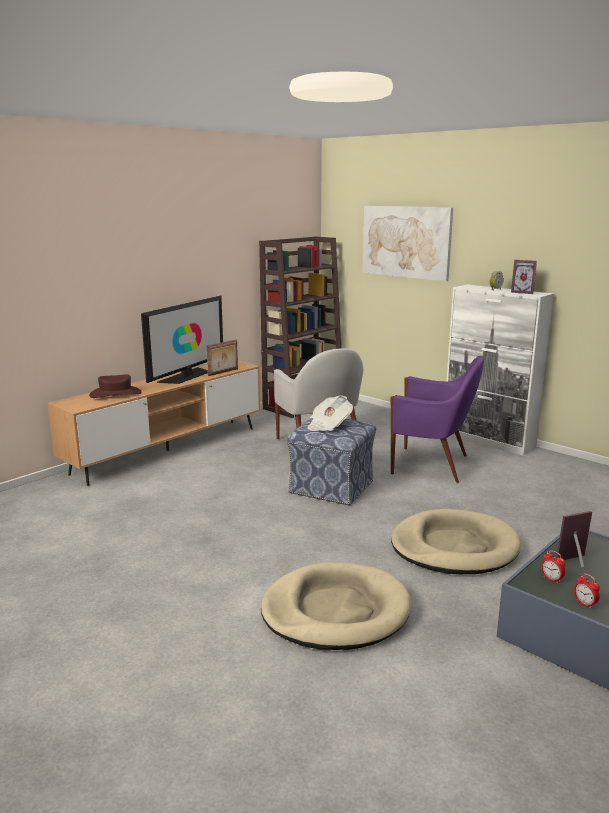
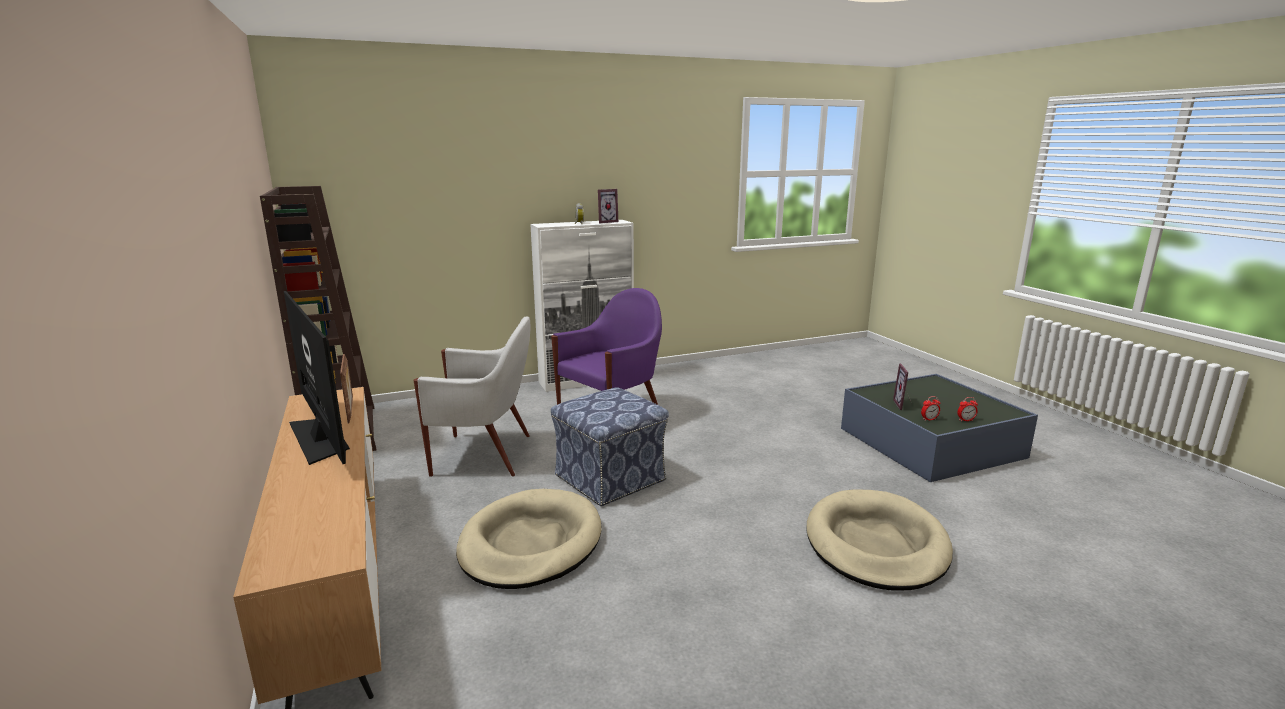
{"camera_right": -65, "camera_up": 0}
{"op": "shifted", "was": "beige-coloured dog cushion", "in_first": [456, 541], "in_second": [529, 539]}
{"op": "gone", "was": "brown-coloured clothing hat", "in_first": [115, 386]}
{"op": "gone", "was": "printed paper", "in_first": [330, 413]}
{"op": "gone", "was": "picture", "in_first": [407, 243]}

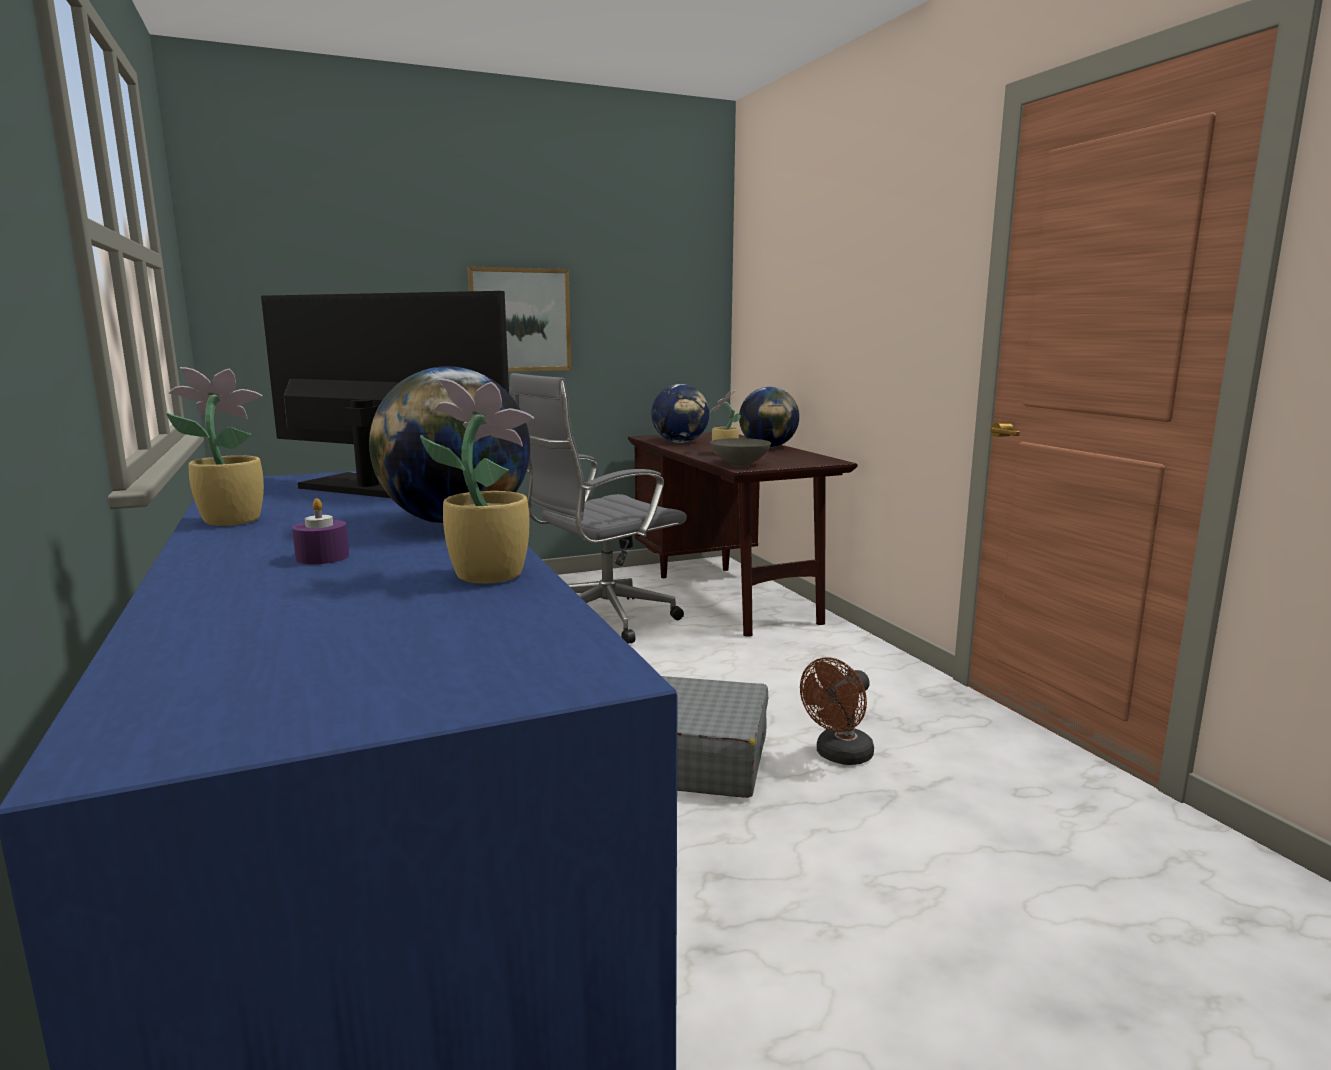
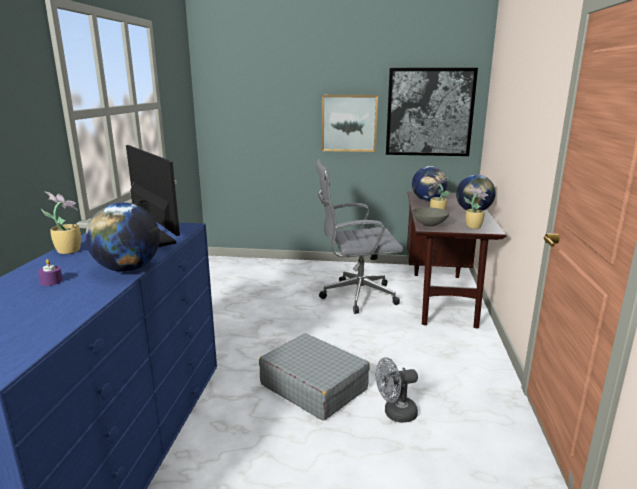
{"camera_right": 30, "camera_up": 5}
{"op": "repainted", "was": "brown-coloured cooling fan", "now": "greyish cooling fan", "in_first": [837, 711], "in_second": [397, 390]}
{"op": "new", "now": "picture", "in_second": [432, 112]}
{"op": "shifted", "was": "plant in a pot", "in_first": [477, 481], "in_second": [476, 207]}

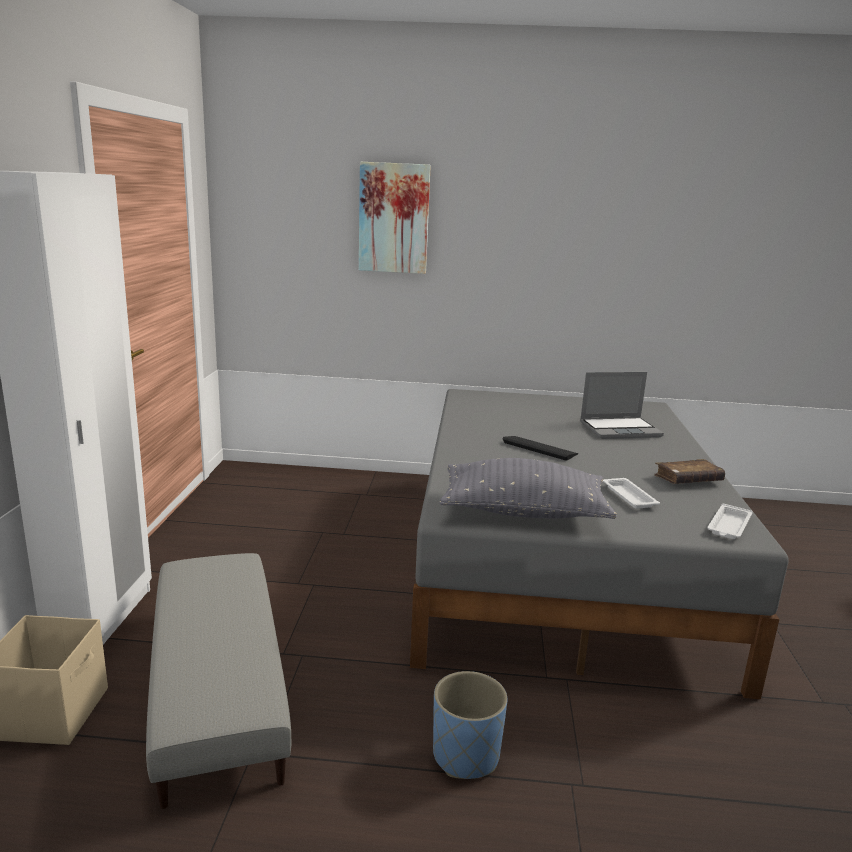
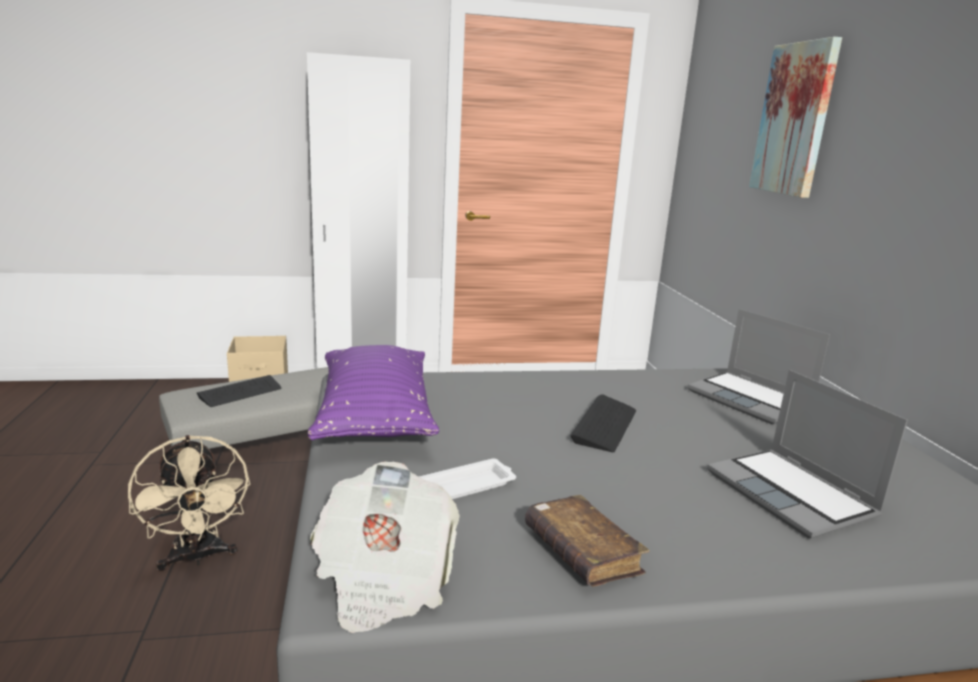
{"camera_right": 75, "camera_up": 0}
{"op": "swapped", "was": "blue-coloured planter", "now": "beige-coloured cooling fan", "in_first": [470, 725], "in_second": [189, 503]}
{"op": "new", "now": "keyboard", "in_second": [239, 391]}
{"op": "repainted", "was": "greyish pillow", "now": "purplish pillow", "in_first": [528, 488], "in_second": [373, 392]}
{"op": "swapped", "was": "white-coloured carrying tray", "now": "printed paper", "in_first": [730, 521], "in_second": [385, 547]}
{"op": "new", "now": "laptop", "in_second": [759, 366]}

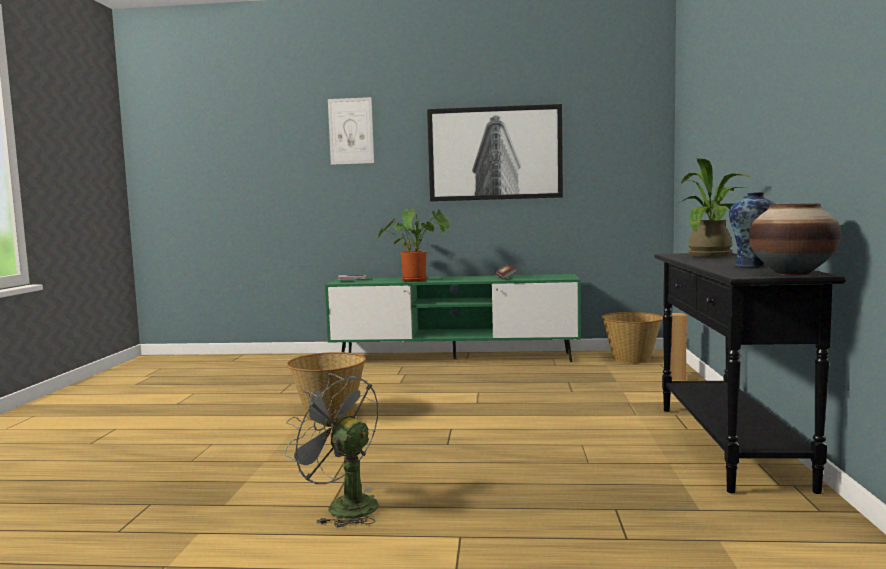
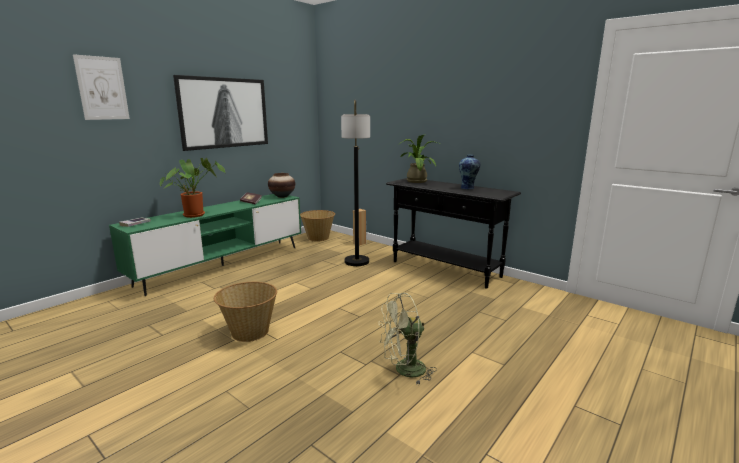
{"camera_right": -55, "camera_up": 10}
{"op": "shifted", "was": "decorative vase", "in_first": [795, 239], "in_second": [281, 185]}
{"op": "new", "now": "standard lamp", "in_second": [355, 183]}
{"op": "repainted", "was": "greyish cooling fan", "now": "greenish cooling fan", "in_first": [331, 450], "in_second": [408, 339]}

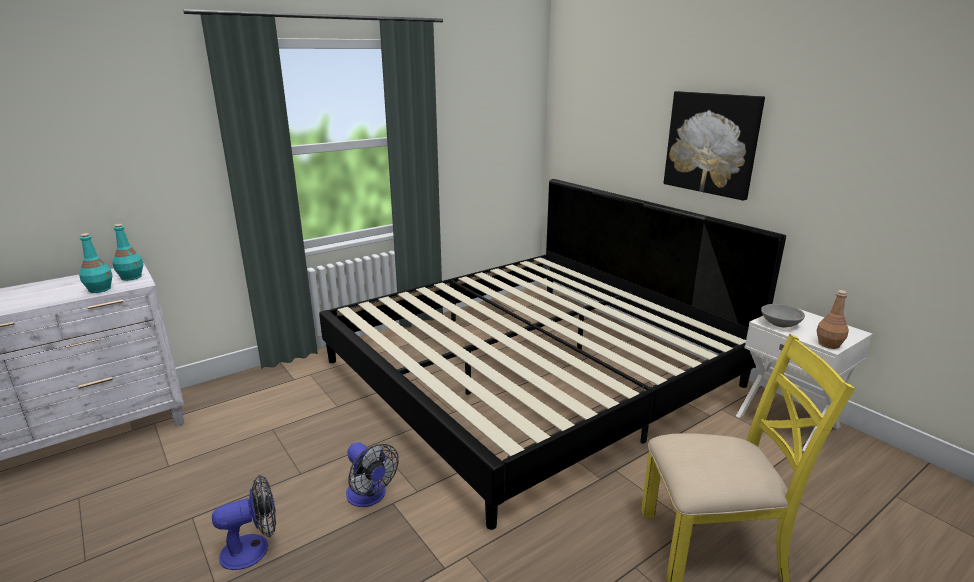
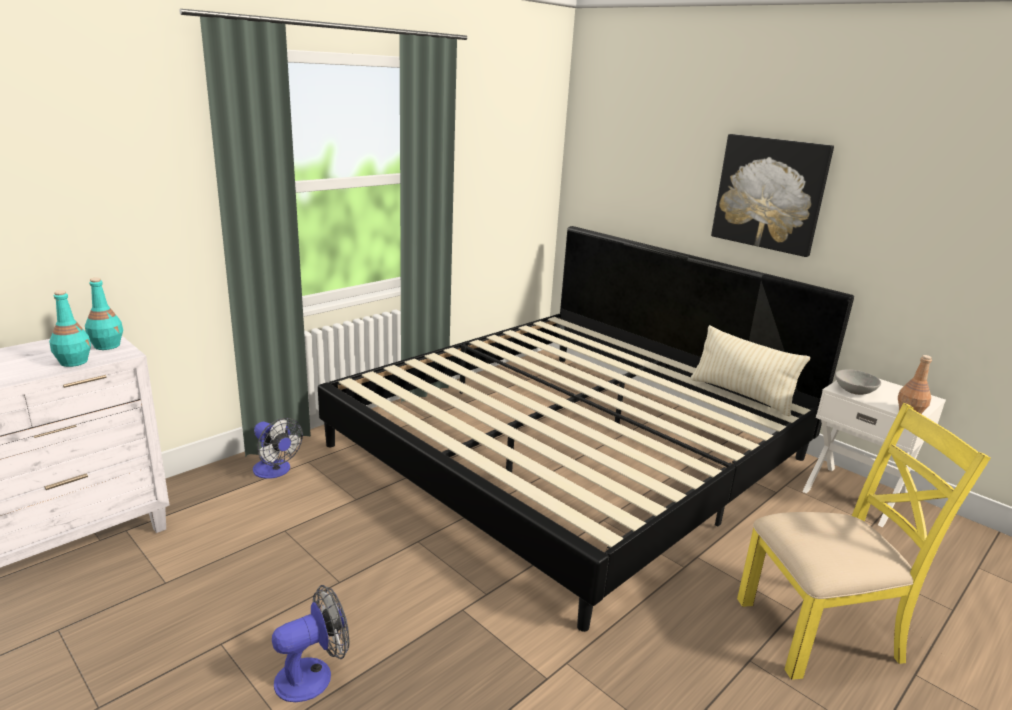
{"camera_right": -10, "camera_up": 0}
{"op": "shifted", "was": "cooling fan", "in_first": [372, 474], "in_second": [278, 448]}
{"op": "new", "now": "beige-coloured pillow", "in_second": [750, 370]}

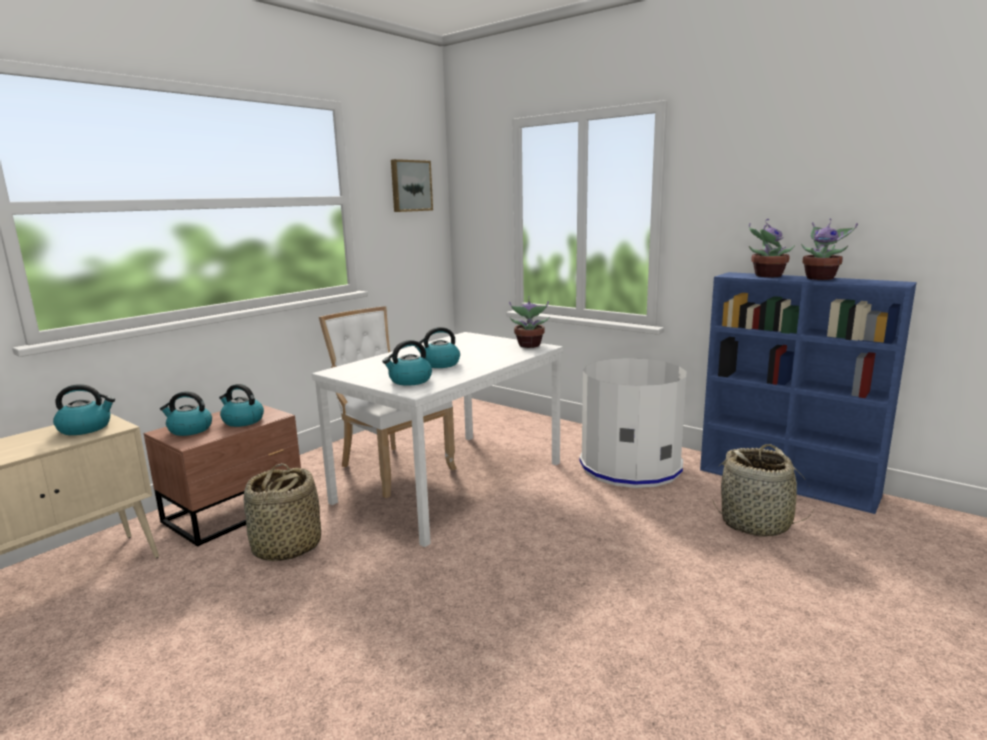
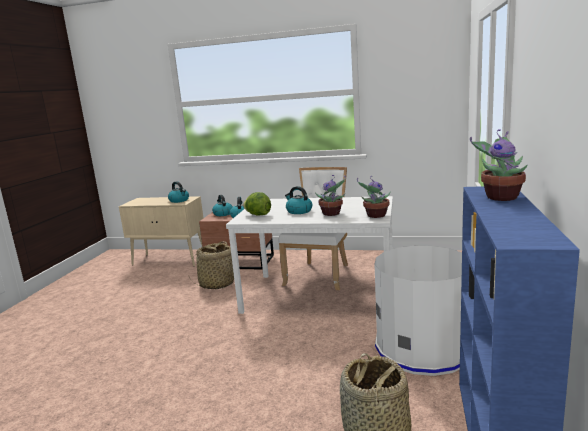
{"camera_right": 65, "camera_up": 0}
{"op": "swapped", "was": "kettle", "now": "lettuce head", "in_first": [407, 363], "in_second": [257, 203]}
{"op": "shifted", "was": "plant in a pot", "in_first": [829, 249], "in_second": [330, 195]}
{"op": "gone", "was": "picture", "in_first": [412, 185]}

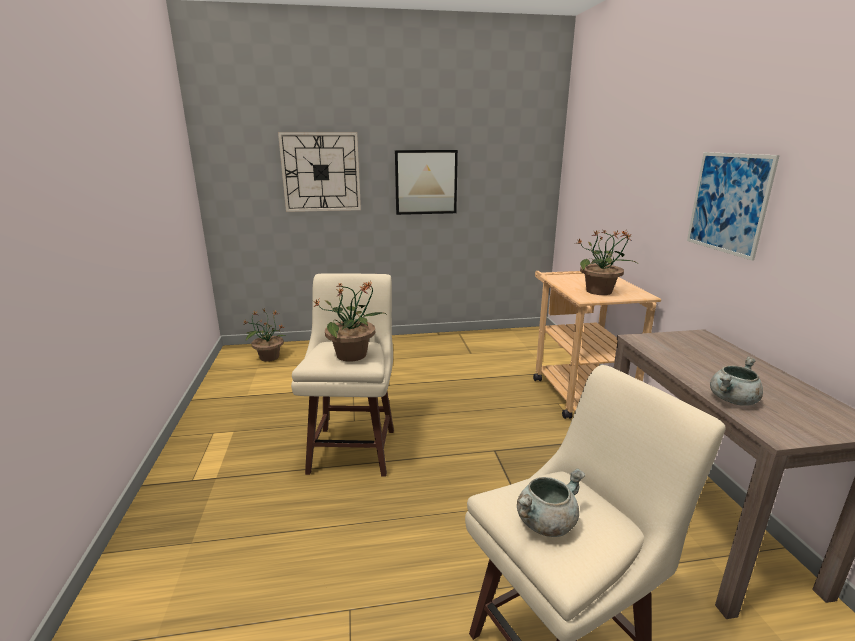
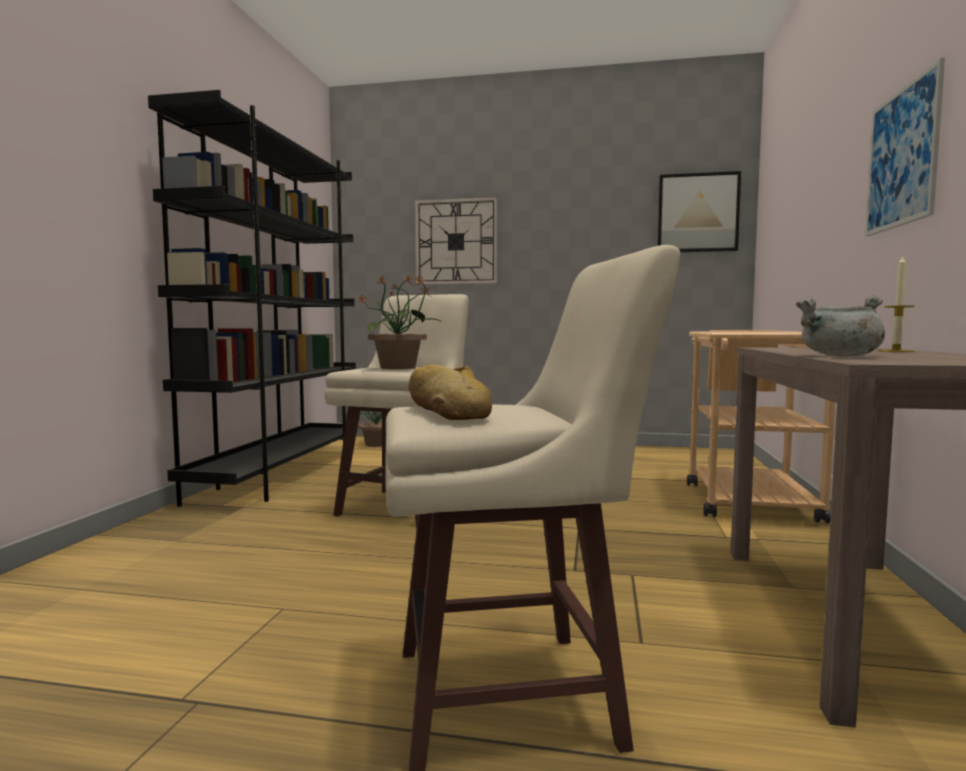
{"camera_right": 20, "camera_up": -15}
{"op": "new", "now": "black shelving unit", "in_second": [252, 298]}
{"op": "swapped", "was": "greyish cooking pot", "now": "bakery bread", "in_first": [551, 502], "in_second": [450, 392]}
{"op": "shifted", "was": "picture", "in_first": [426, 182], "in_second": [699, 211]}
{"op": "new", "now": "candle", "in_second": [897, 303]}
{"op": "gone", "was": "plant in a pot", "in_first": [606, 262]}

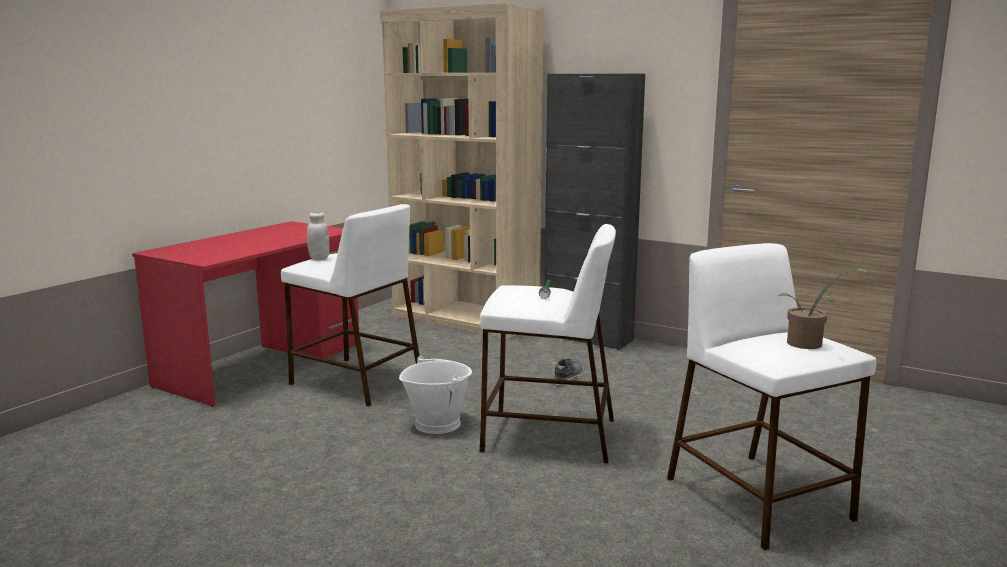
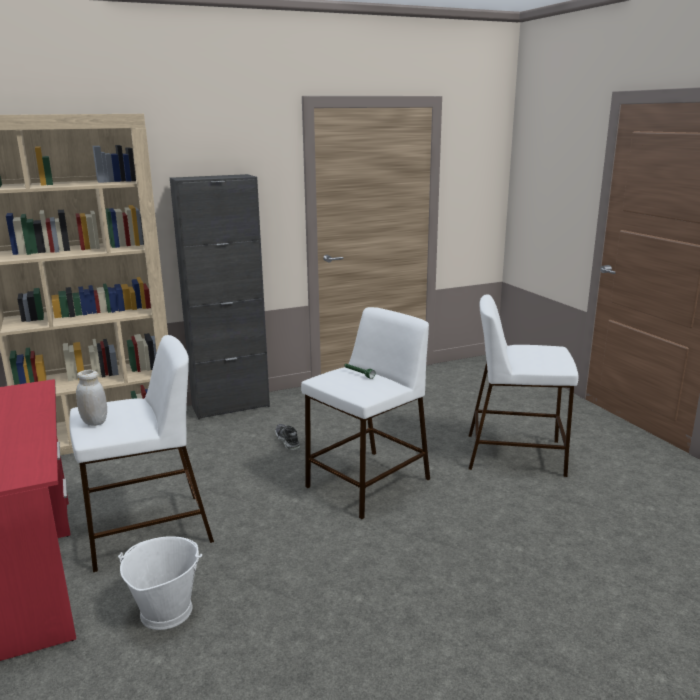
{"camera_right": -55, "camera_up": 5}
{"op": "shifted", "was": "white-coloured bucket", "in_first": [435, 395], "in_second": [160, 583]}
{"op": "gone", "was": "plant in a pot", "in_first": [823, 308]}

